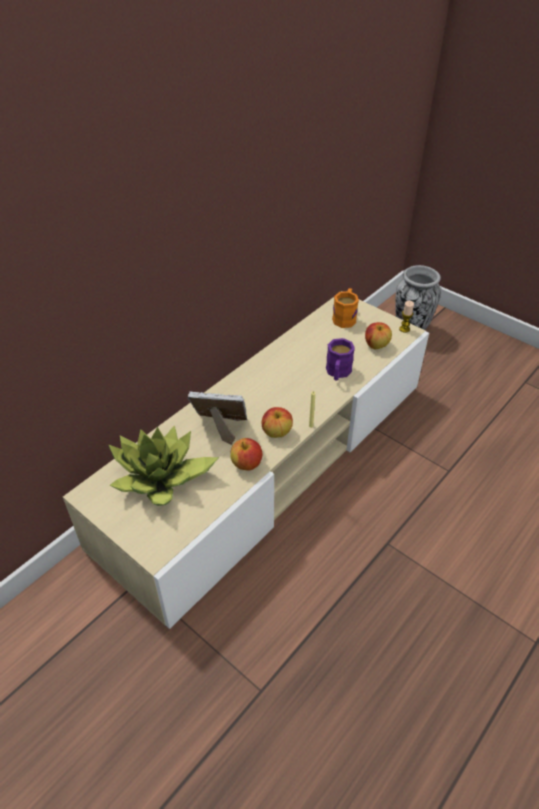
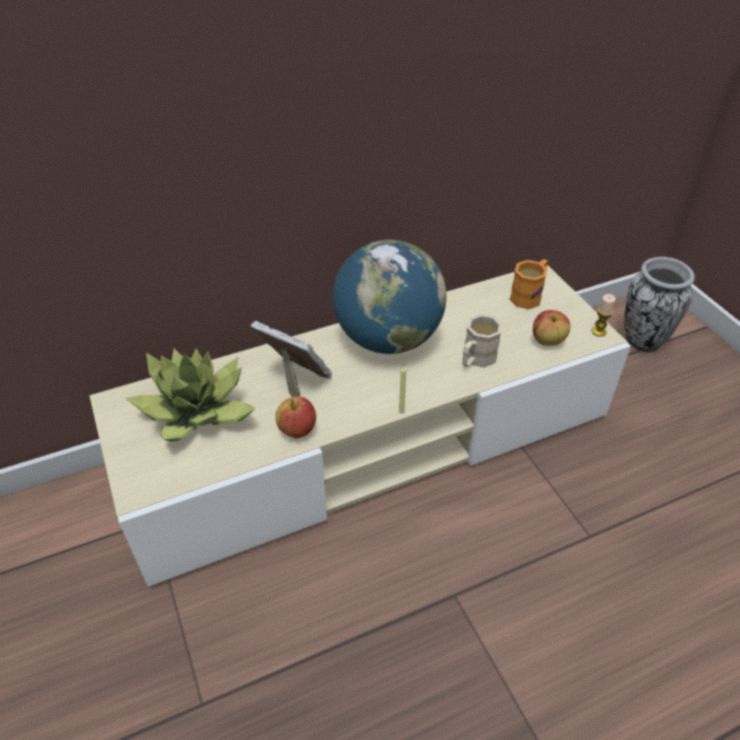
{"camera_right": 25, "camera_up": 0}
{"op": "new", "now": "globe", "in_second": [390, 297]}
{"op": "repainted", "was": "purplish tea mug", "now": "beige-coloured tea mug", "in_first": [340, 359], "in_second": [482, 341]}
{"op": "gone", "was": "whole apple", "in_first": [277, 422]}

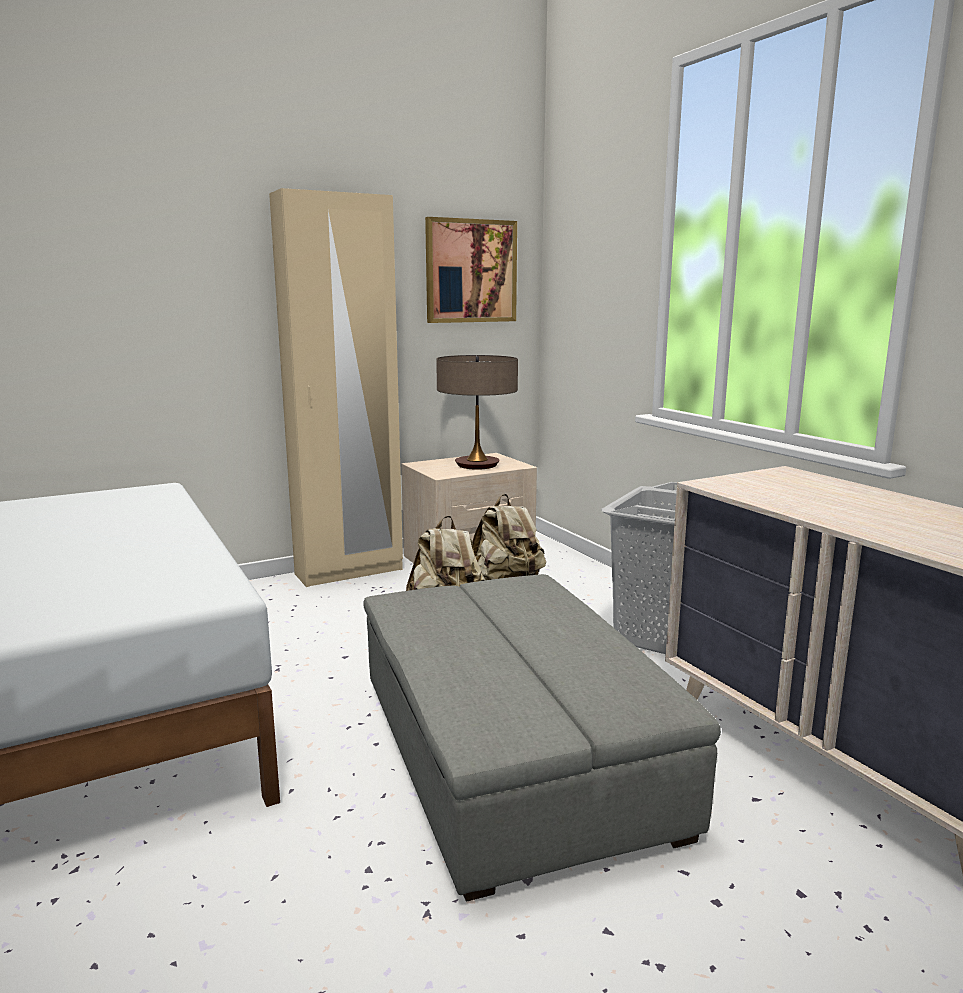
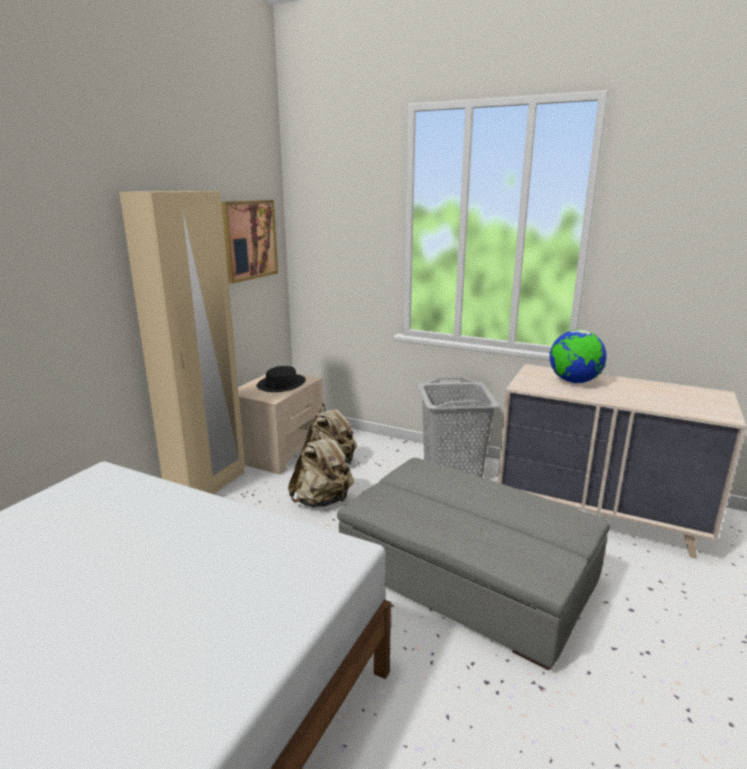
{"camera_right": -35, "camera_up": 5}
{"op": "swapped", "was": "table lamp", "now": "black clothing hat", "in_first": [477, 412], "in_second": [281, 379]}
{"op": "new", "now": "globe", "in_second": [578, 356]}

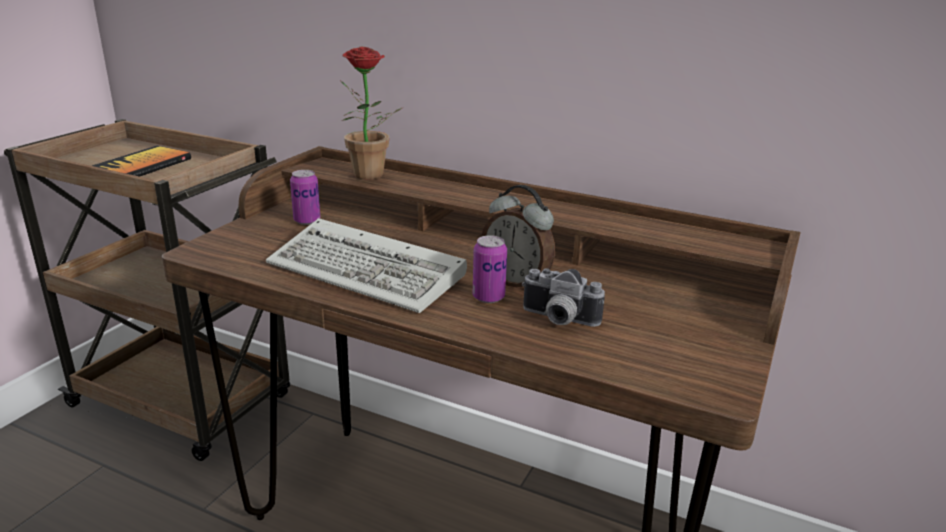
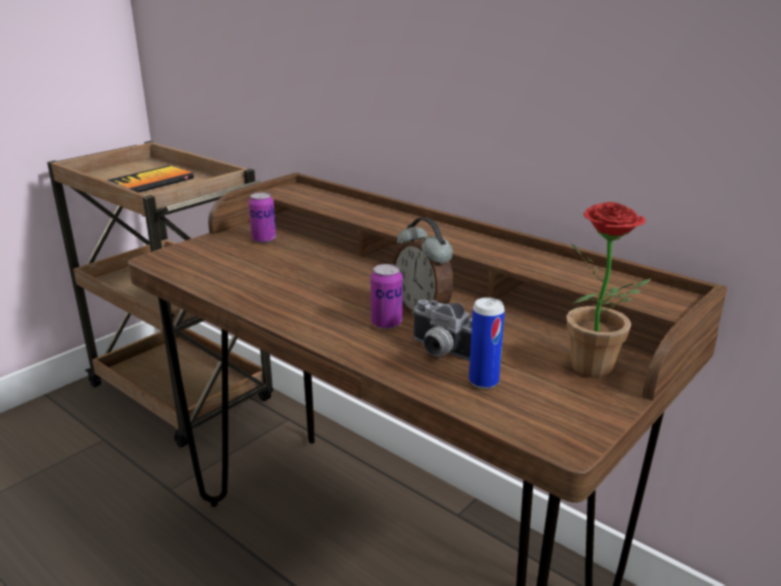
{"camera_right": 15, "camera_up": 0}
{"op": "new", "now": "metal can", "in_second": [487, 343]}
{"op": "shifted", "was": "plant in a pot", "in_first": [372, 113], "in_second": [608, 290]}
{"op": "gone", "was": "keyboard", "in_first": [366, 265]}

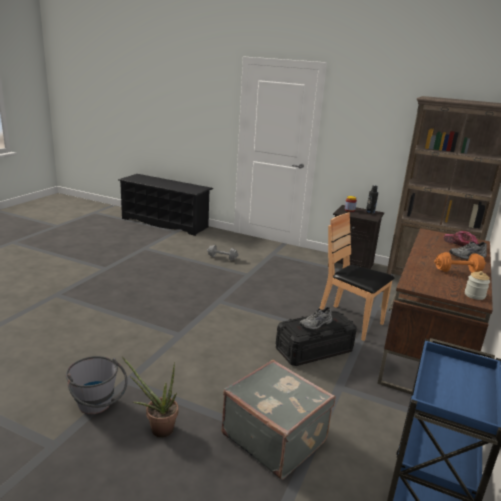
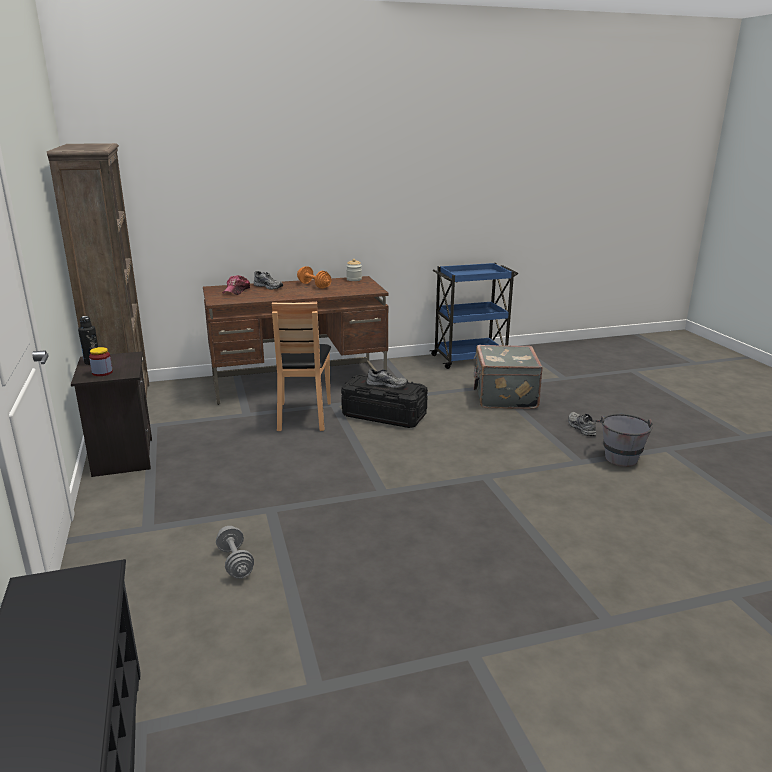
{"camera_right": -130, "camera_up": 0}
{"op": "swapped", "was": "plant in a pot", "now": "greyish low shoe", "in_first": [150, 397], "in_second": [582, 424]}

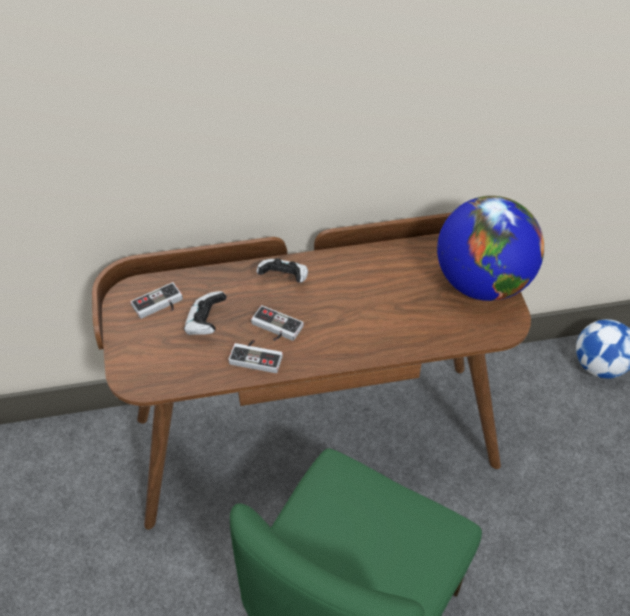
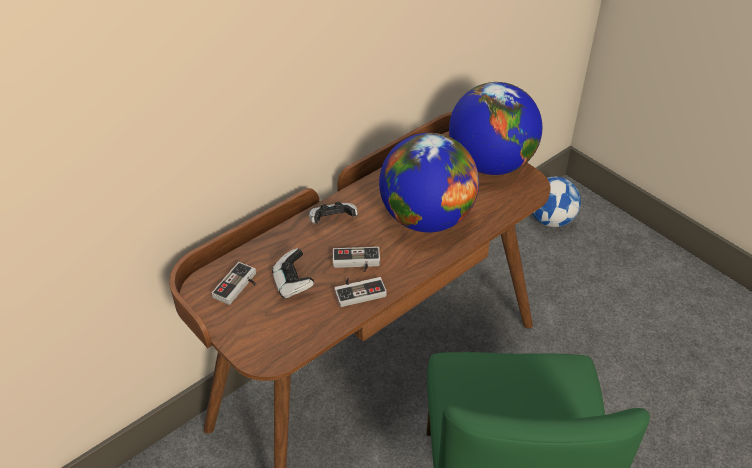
{"camera_right": -30, "camera_up": -5}
{"op": "new", "now": "globe", "in_second": [429, 183]}

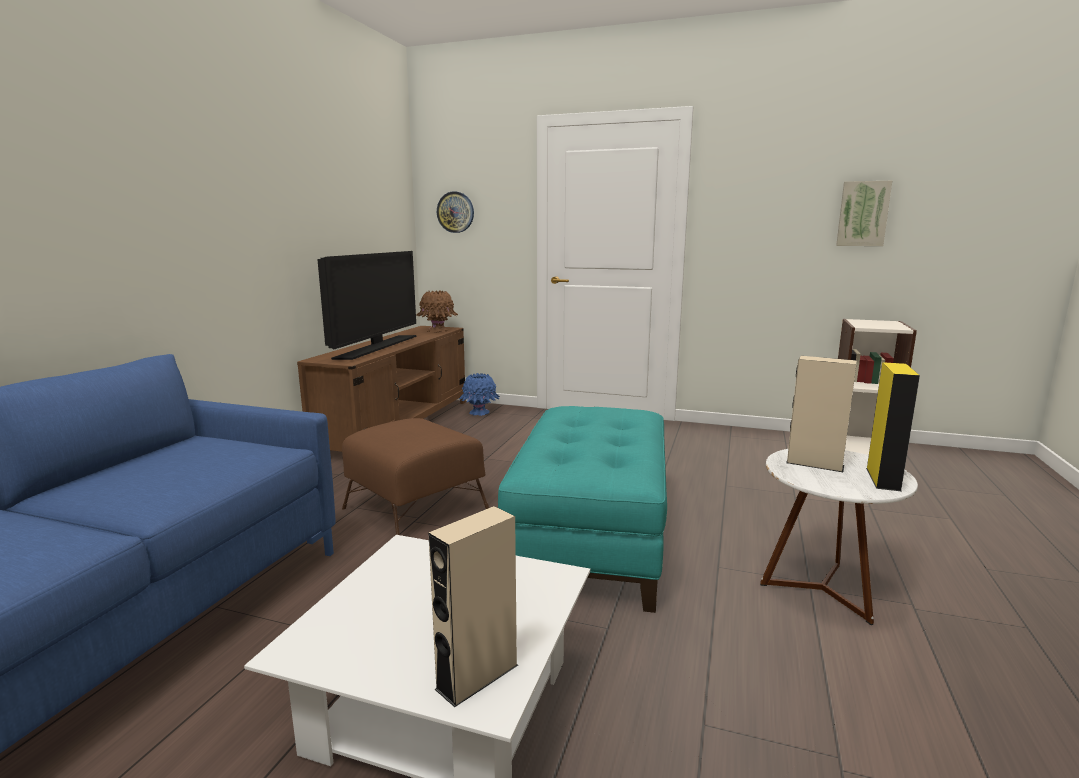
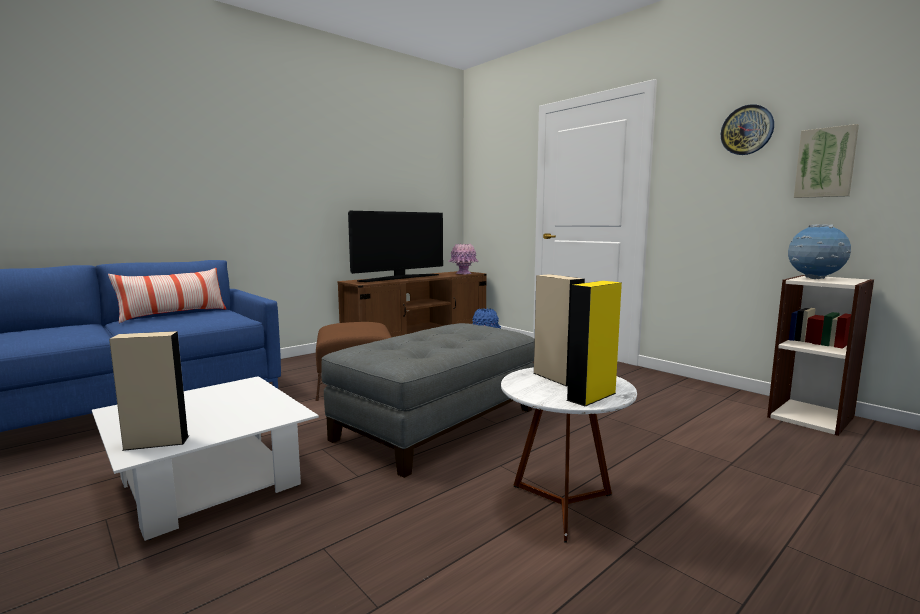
{"camera_right": 30, "camera_up": -5}
{"op": "new", "now": "pillow", "in_second": [167, 295]}
{"op": "repainted", "was": "turquoise ottoman", "now": "greyish ottoman", "in_first": [582, 509], "in_second": [428, 400]}
{"op": "repainted", "was": "brown-coloured decorative vase", "now": "pink decorative vase", "in_first": [437, 311], "in_second": [463, 259]}
{"op": "shifted", "was": "clock on the wall", "in_first": [455, 212], "in_second": [747, 129]}
{"op": "new", "now": "globe", "in_second": [819, 251]}

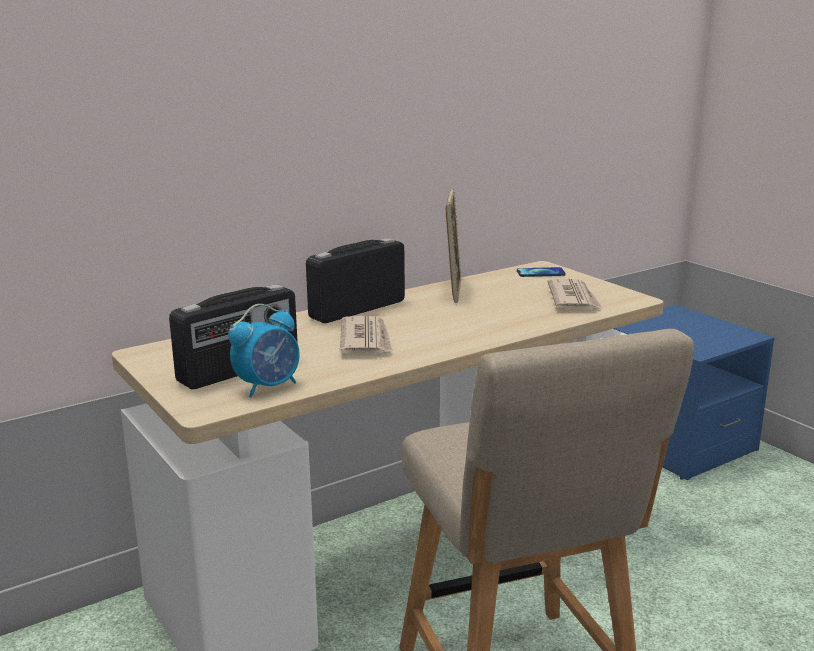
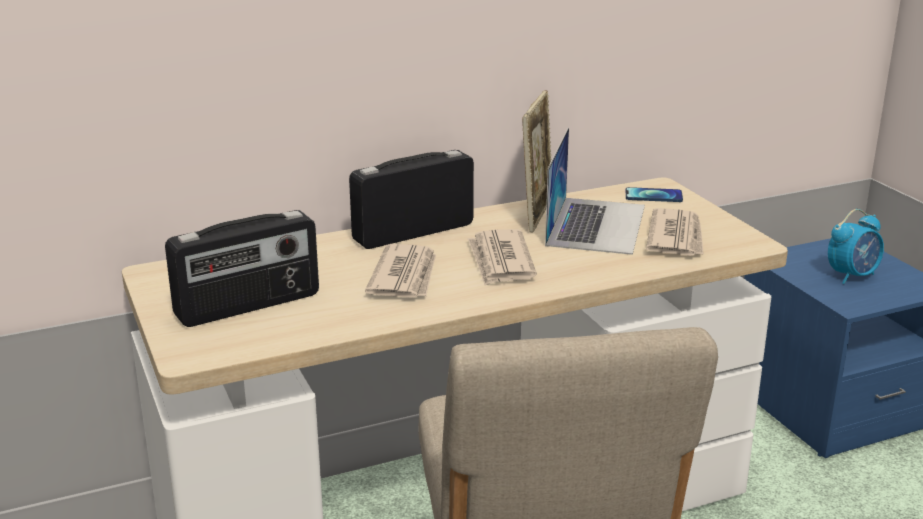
{"camera_right": 10, "camera_up": 5}
{"op": "new", "now": "printed paper", "in_second": [502, 257]}
{"op": "new", "now": "laptop", "in_second": [595, 191]}
{"op": "shifted", "was": "bedside clock", "in_first": [264, 351], "in_second": [856, 246]}

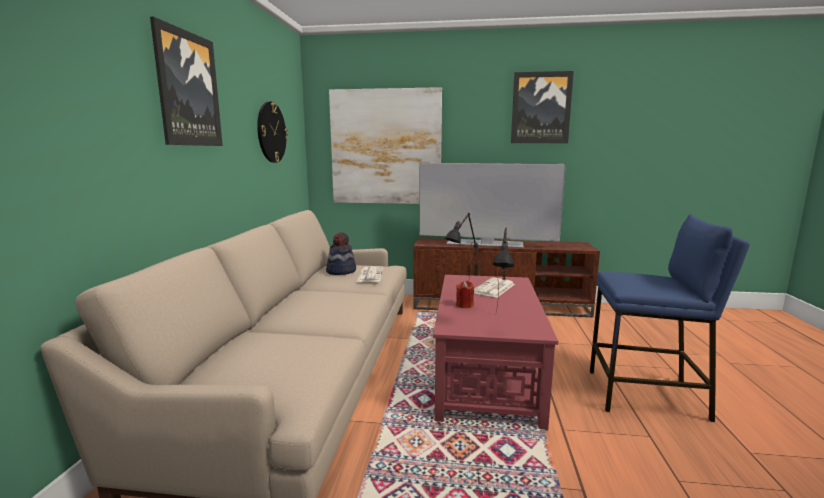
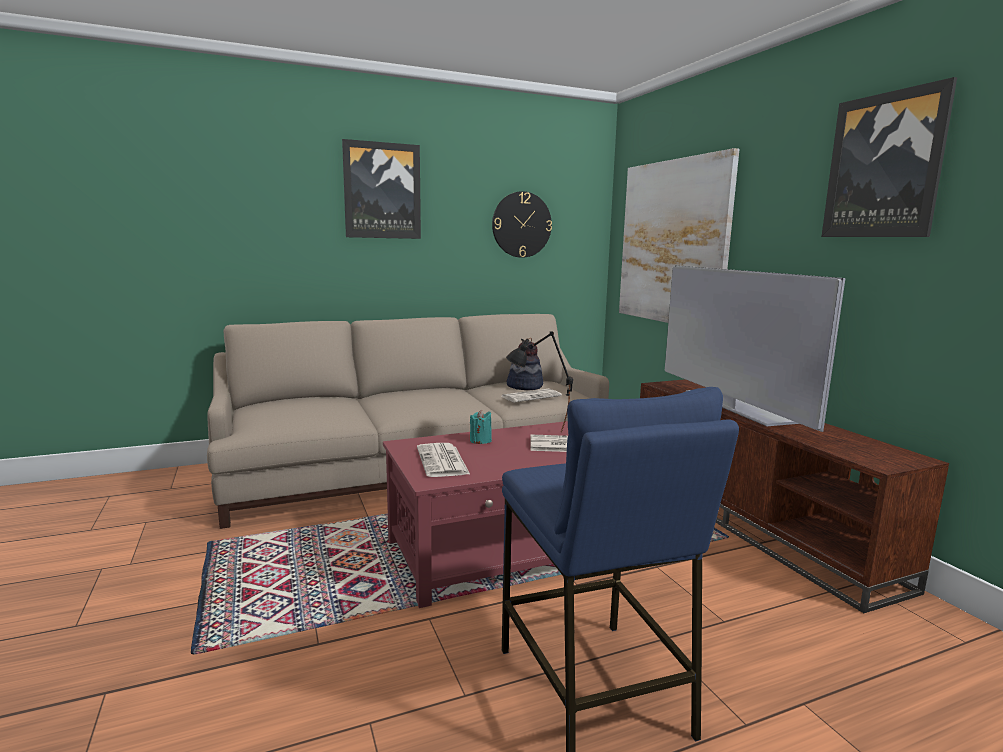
{"camera_right": 60, "camera_up": 0}
{"op": "swapped", "was": "black table lamp", "now": "printed paper", "in_first": [504, 270], "in_second": [443, 460]}
{"op": "repainted", "was": "red-coloured candle", "now": "turquoise candle", "in_first": [465, 294], "in_second": [481, 426]}

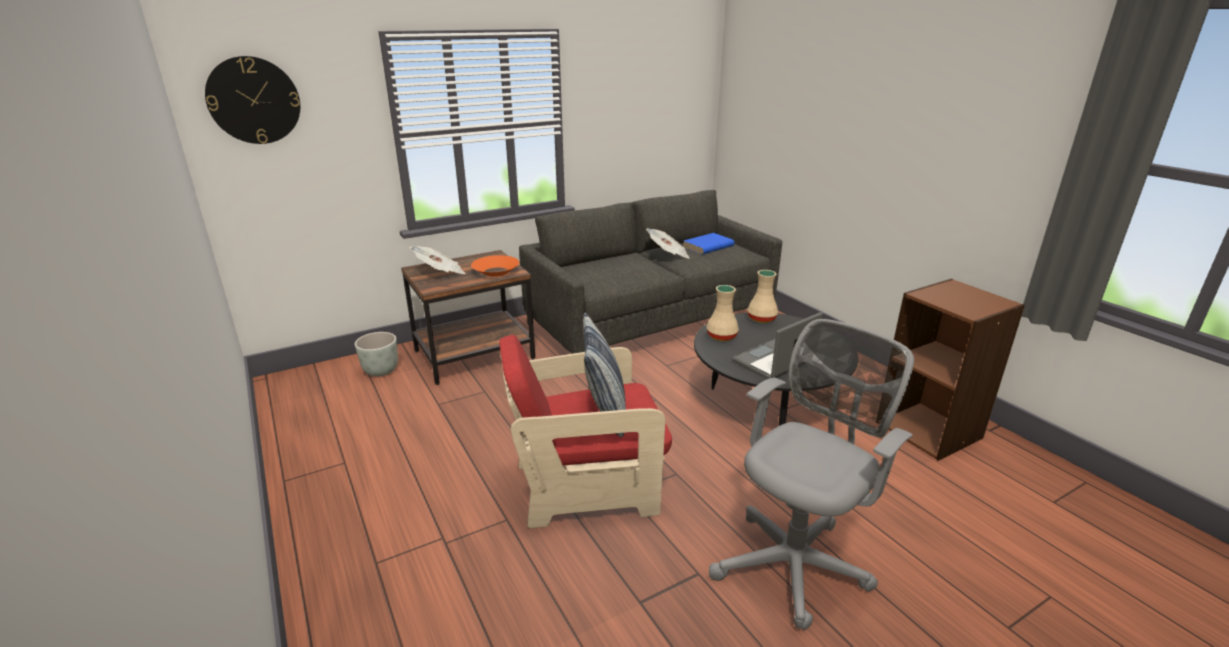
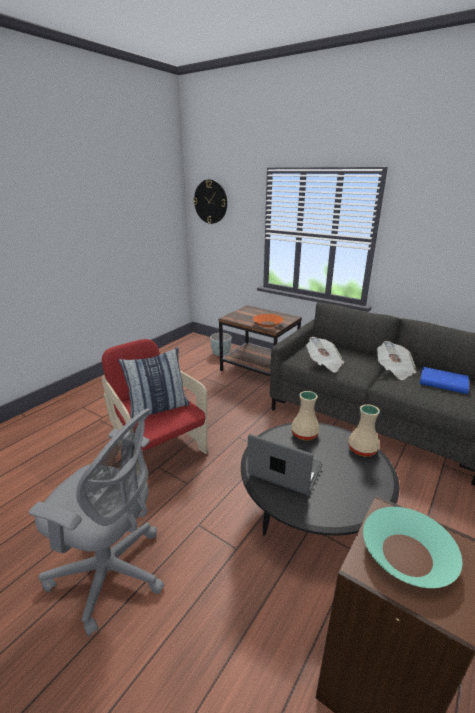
{"camera_right": 65, "camera_up": 0}
{"op": "shifted", "was": "printed paper", "in_first": [437, 260], "in_second": [325, 355]}
{"op": "new", "now": "turquoise deep dish", "in_second": [412, 547]}

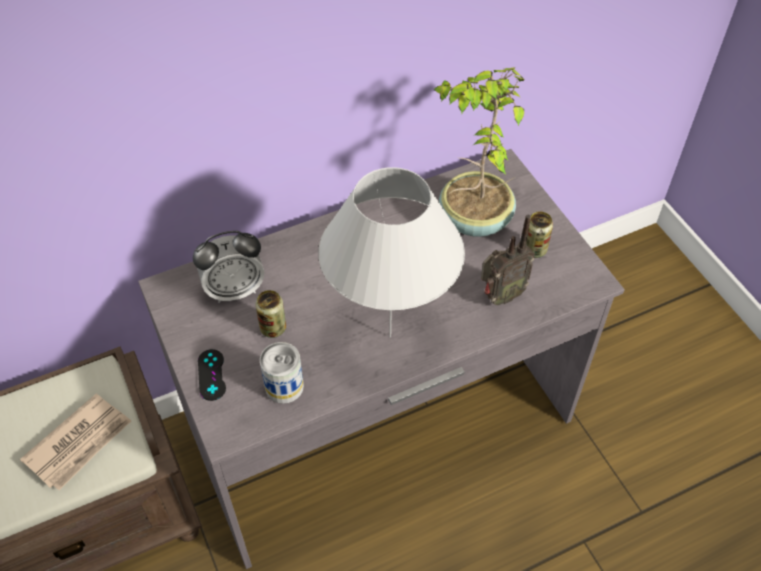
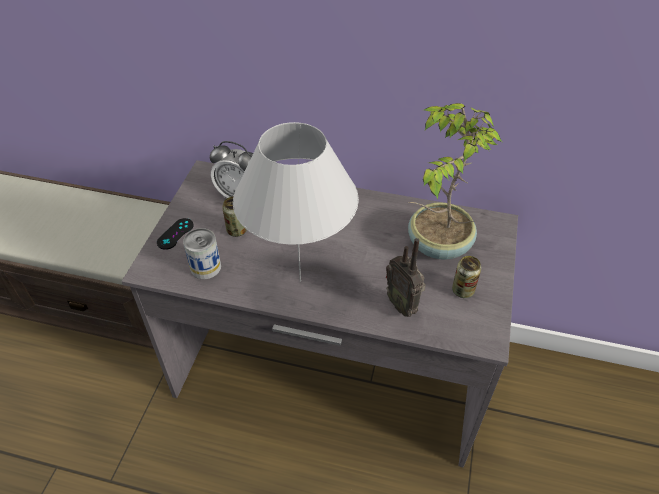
{"camera_right": 40, "camera_up": -5}
{"op": "rotated", "was": "radio", "in_first": [508, 260], "in_second": [406, 277], "clockwise": 45}
{"op": "gone", "was": "printed paper", "in_first": [75, 442]}

